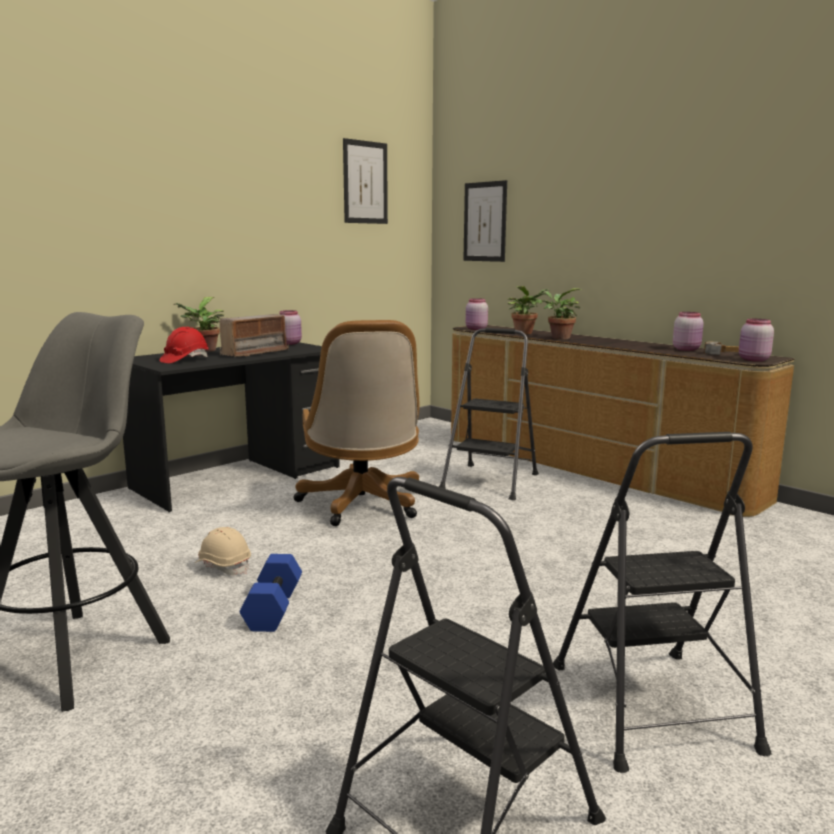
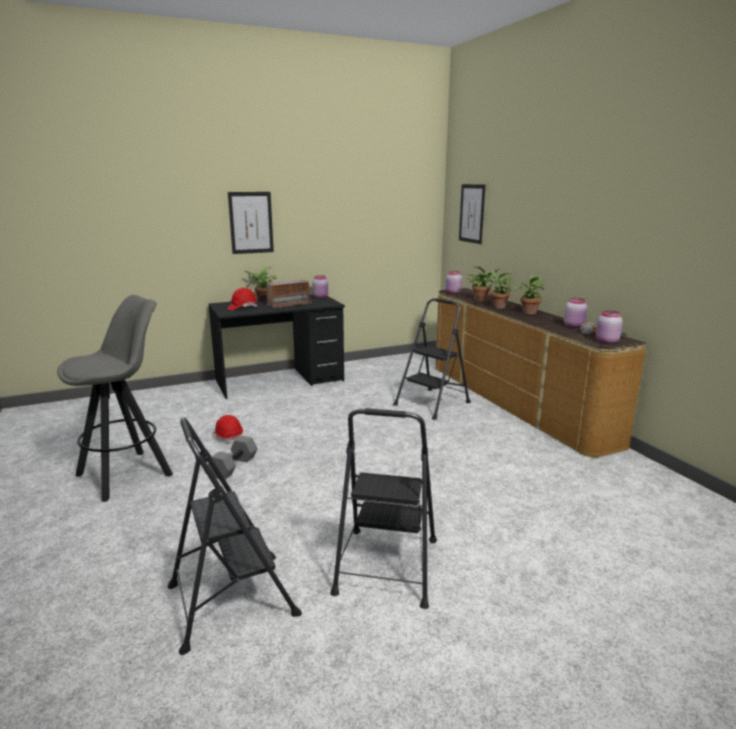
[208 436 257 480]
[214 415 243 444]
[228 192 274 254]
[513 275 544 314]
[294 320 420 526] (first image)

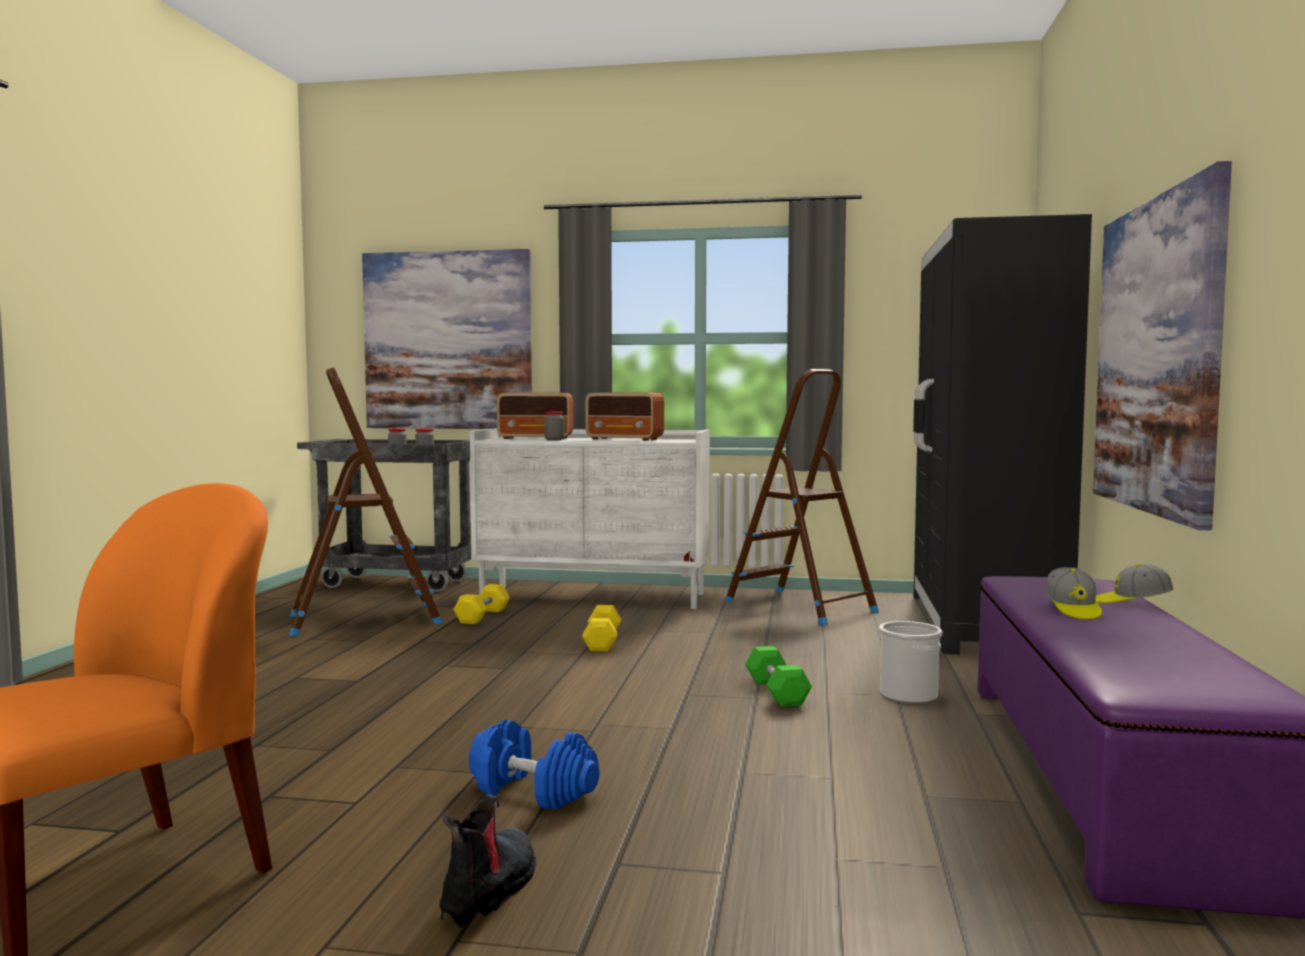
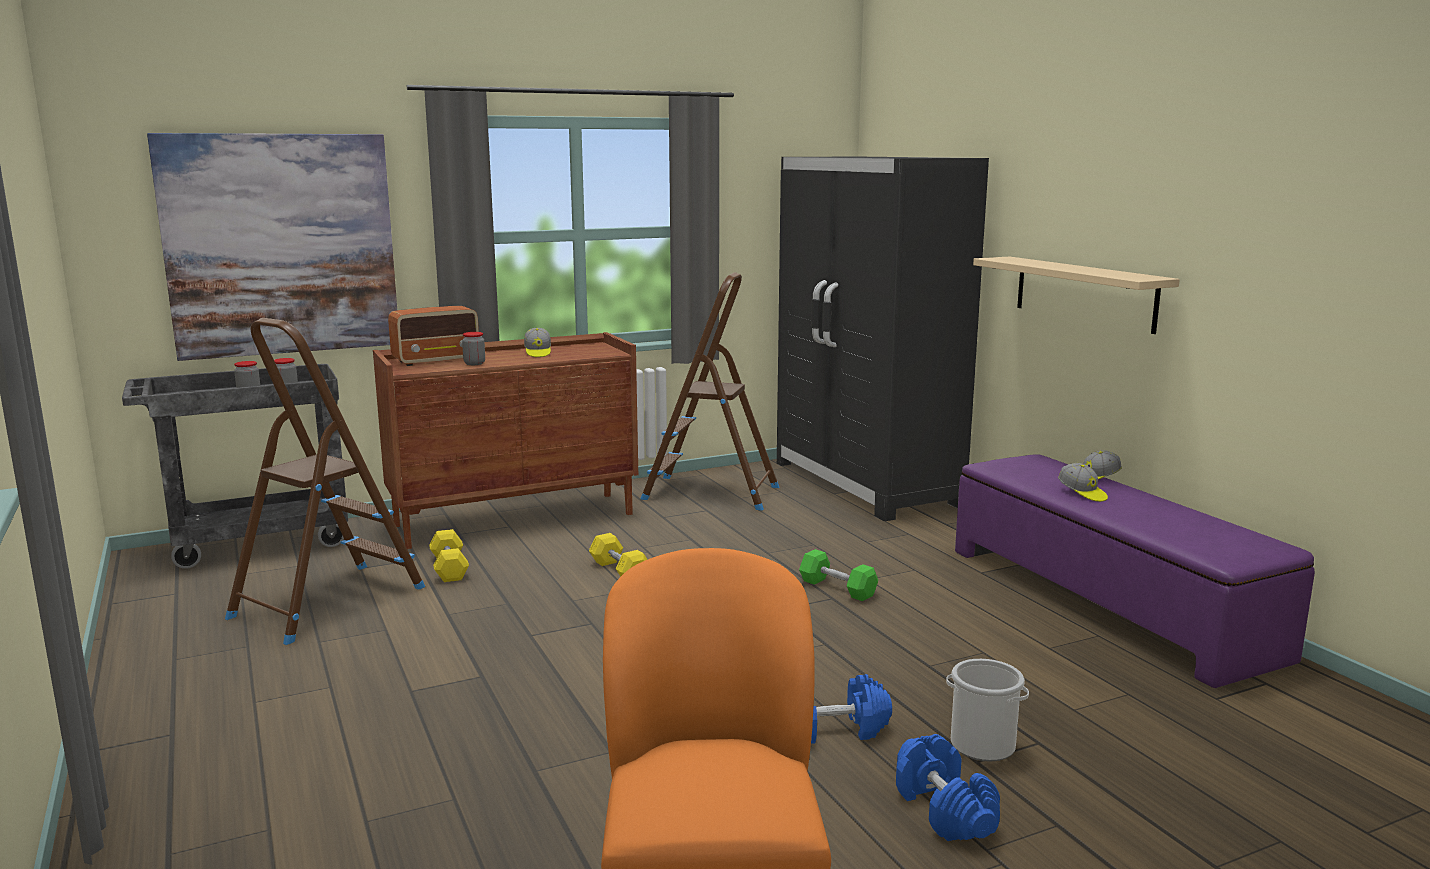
[373 332 638 549]
[524 328 551 357]
[896 734 1000 841]
[946 659 1029 761]
[973 257 1180 334]

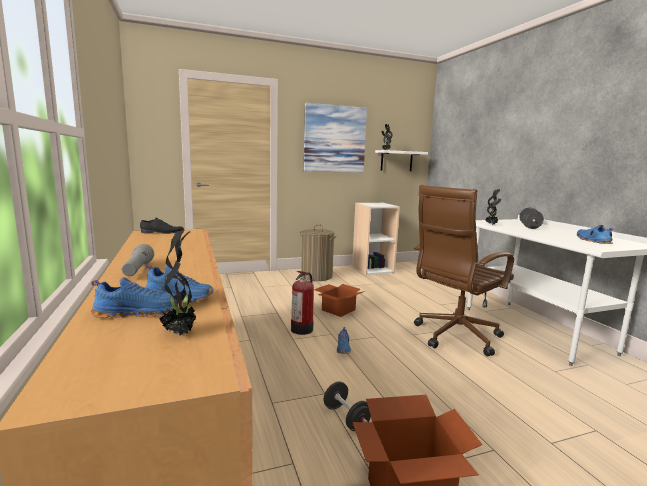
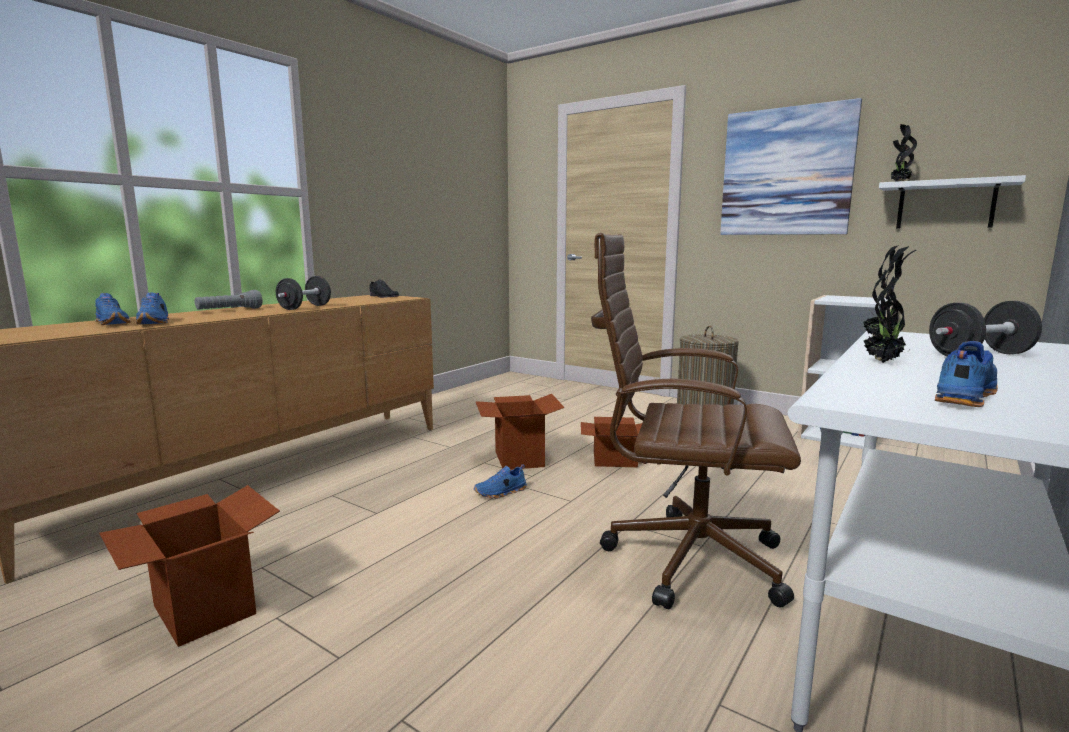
[276 276 331 310]
[475 394 564 470]
[864 246 916 363]

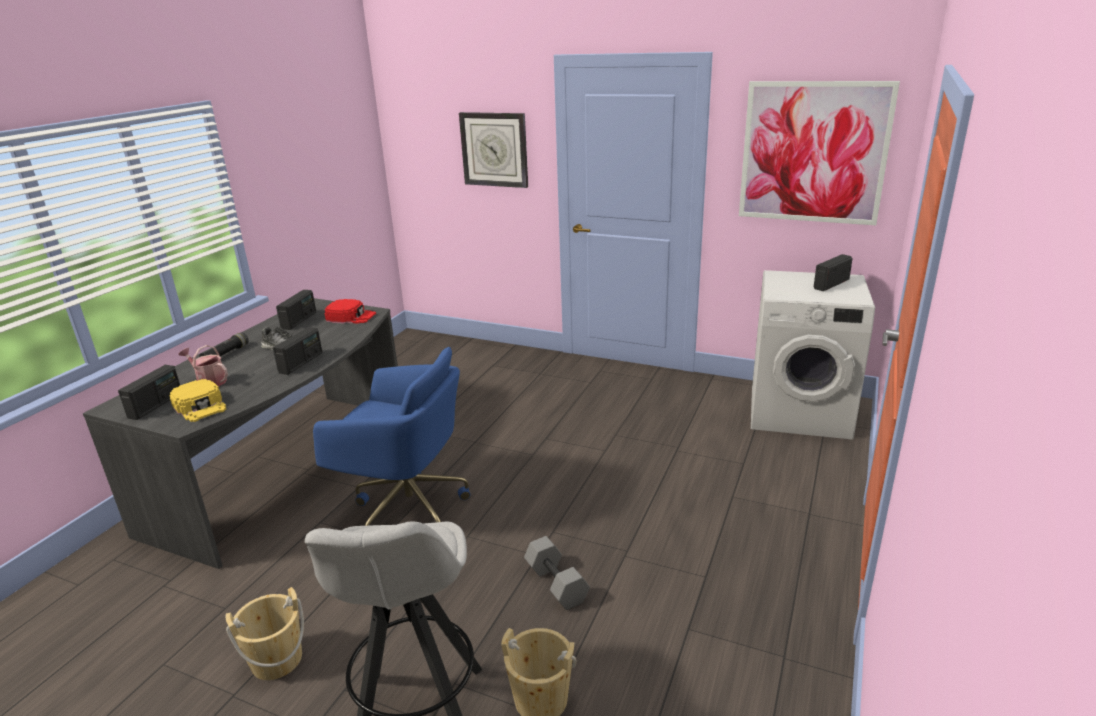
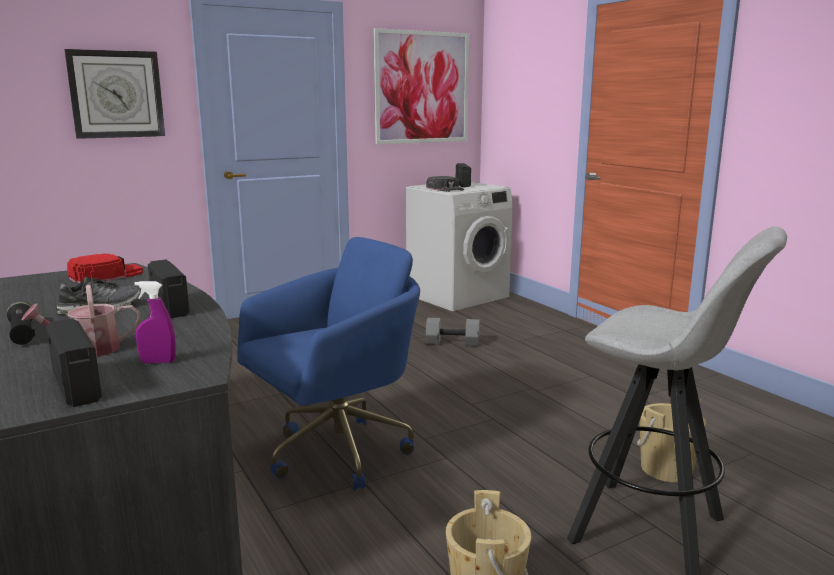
[134 281 176 363]
[426 176 464 192]
[426 318 480 346]
[276 290 316 330] (first image)

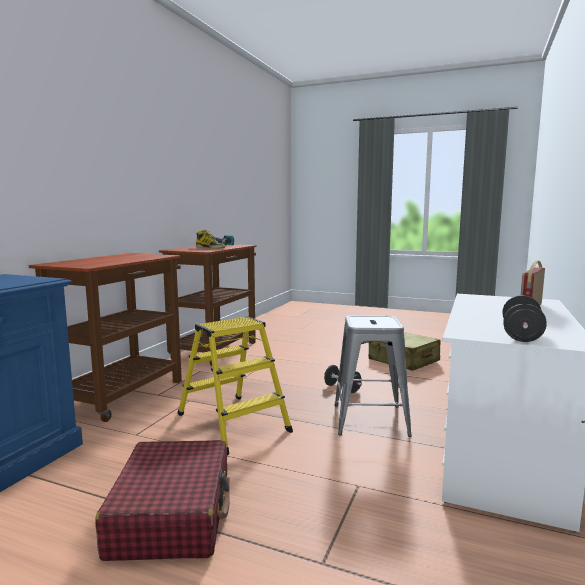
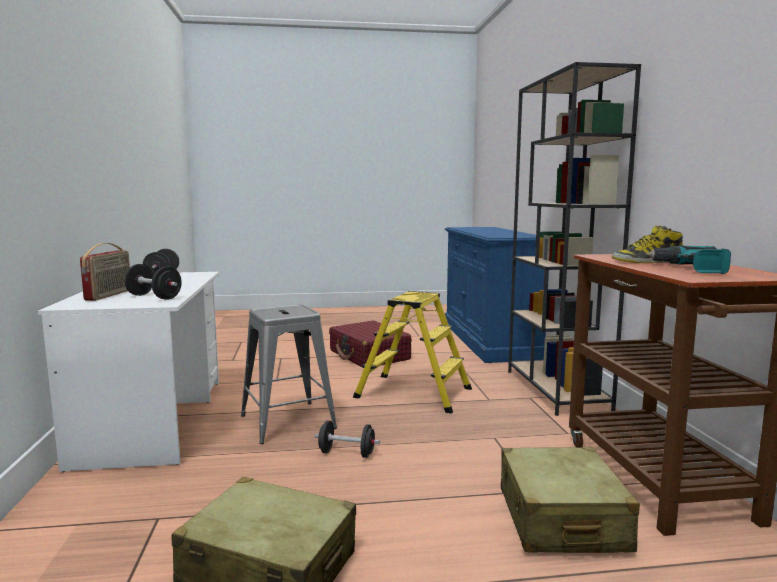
[124 264 182 300]
[501 447 640 553]
[508 62 641 416]

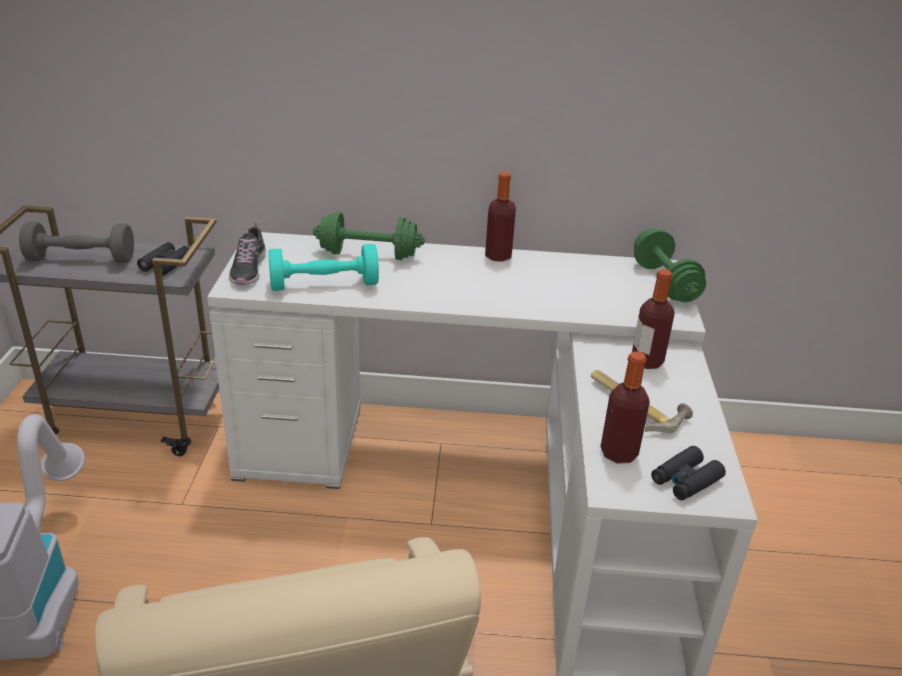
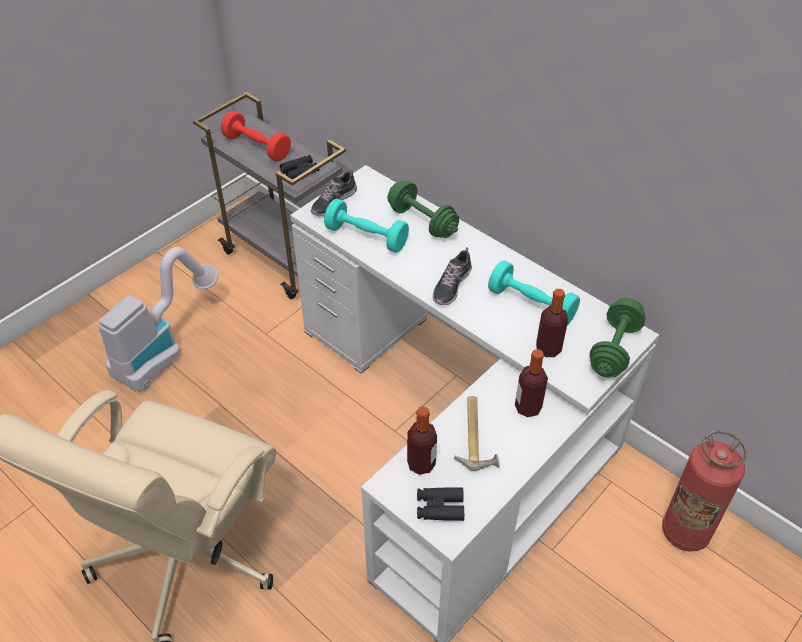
[221 111 291 161]
[433 247 472 305]
[488 261 580 325]
[536 289 568 357]
[662 430 747 552]

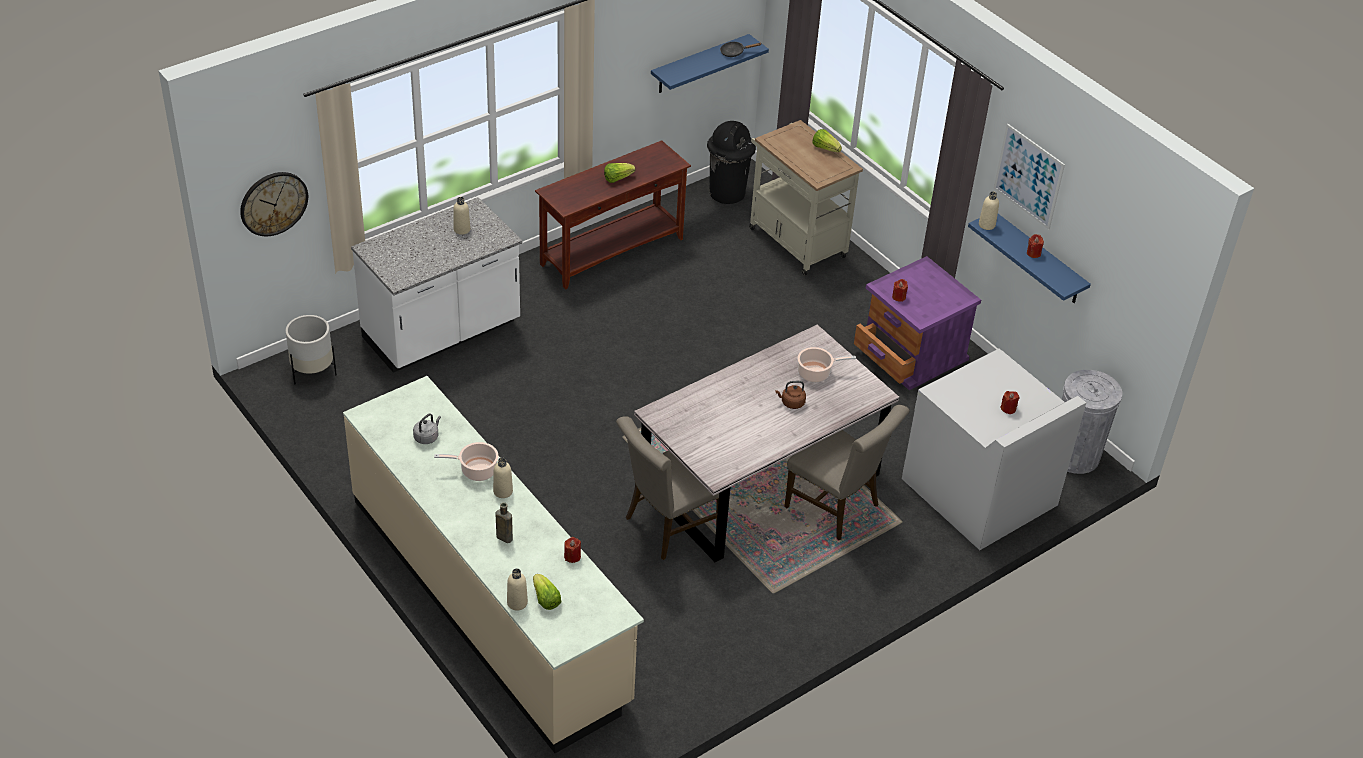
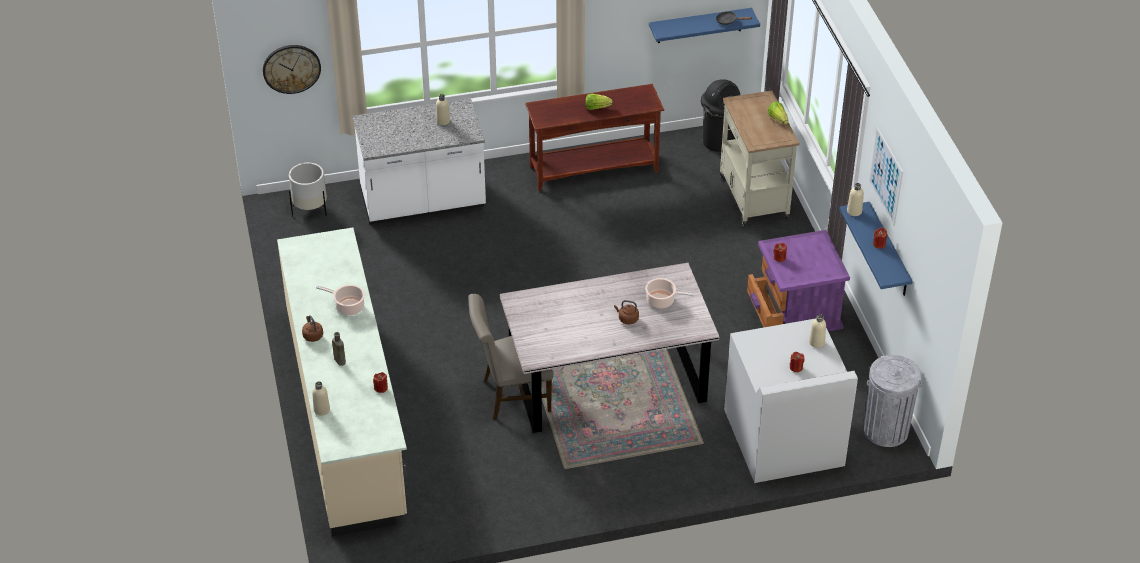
[302 315 323 342]
[809 314 826 348]
[413 414 441 444] (first image)
[533 574 561 610] (first image)
[784 405 909 540] (first image)

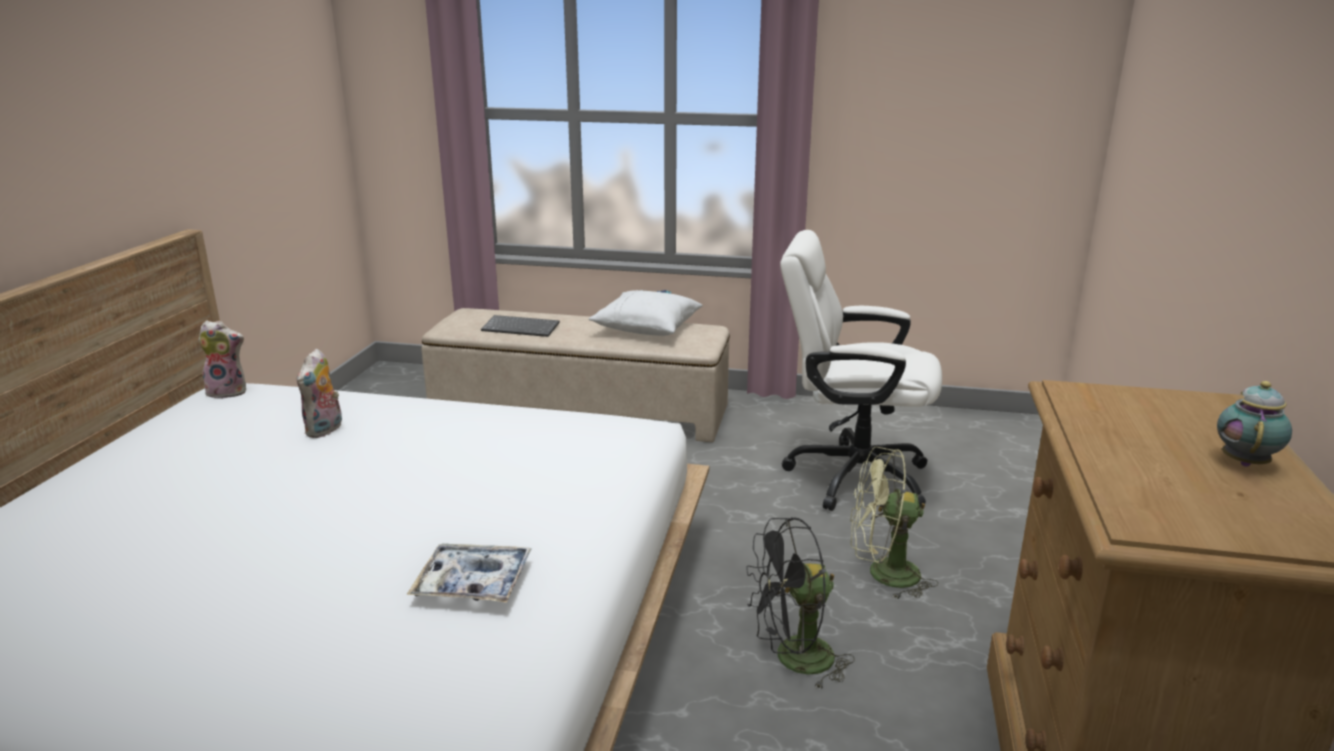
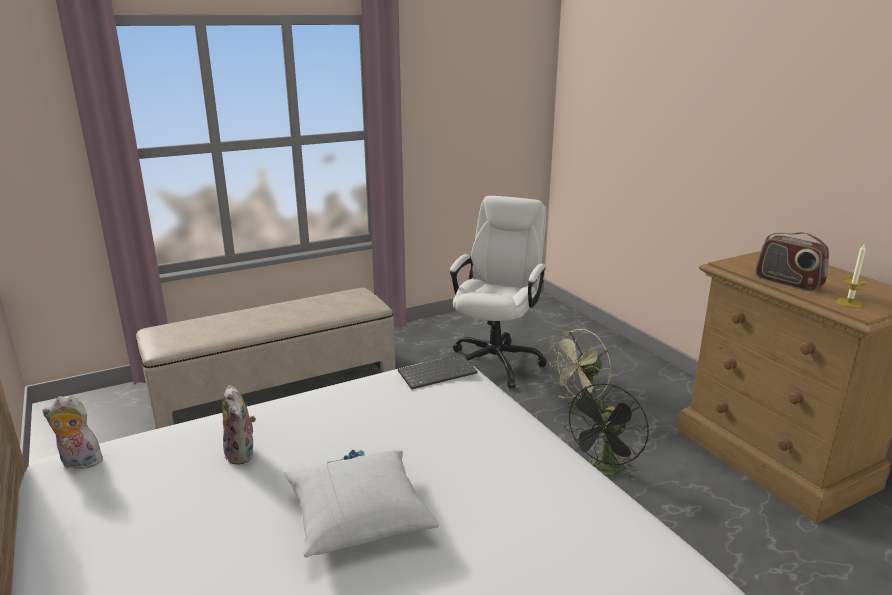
[42 396 108 469]
[284 450 439 557]
[398 354 478 390]
[450 196 547 389]
[756 232 829 291]
[836 243 866 308]
[406 543 532 603] (first image)
[1217 381 1292 467] (first image)

